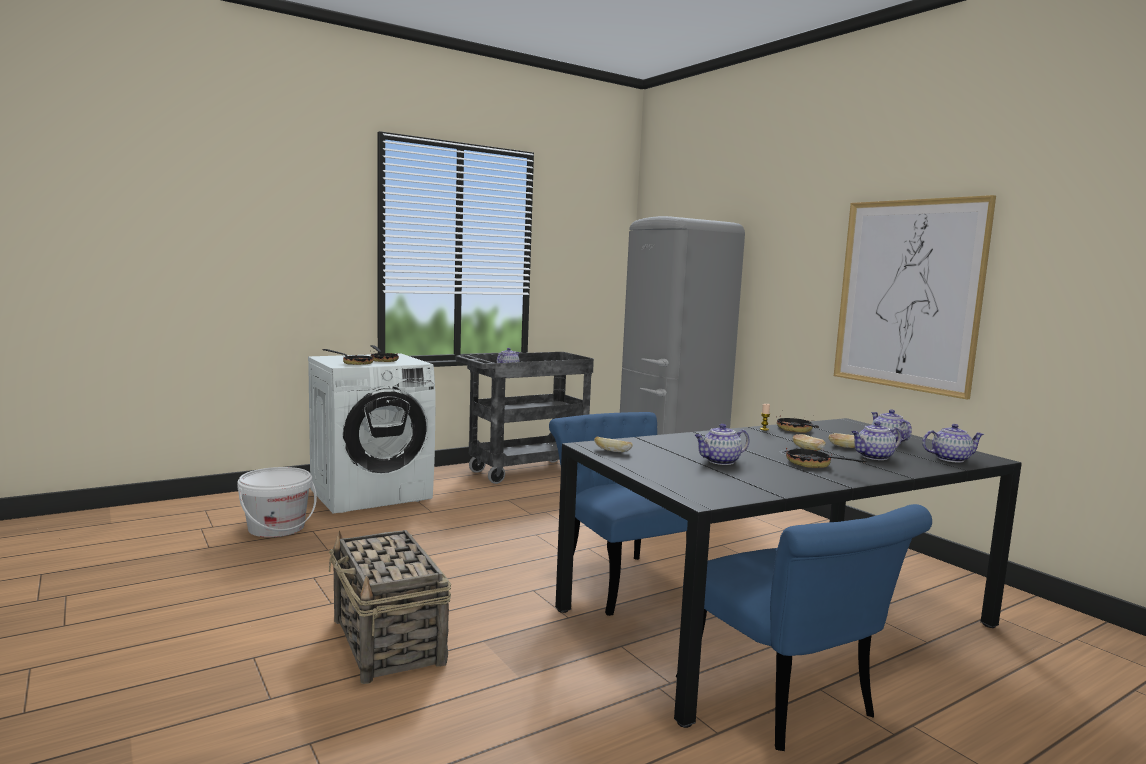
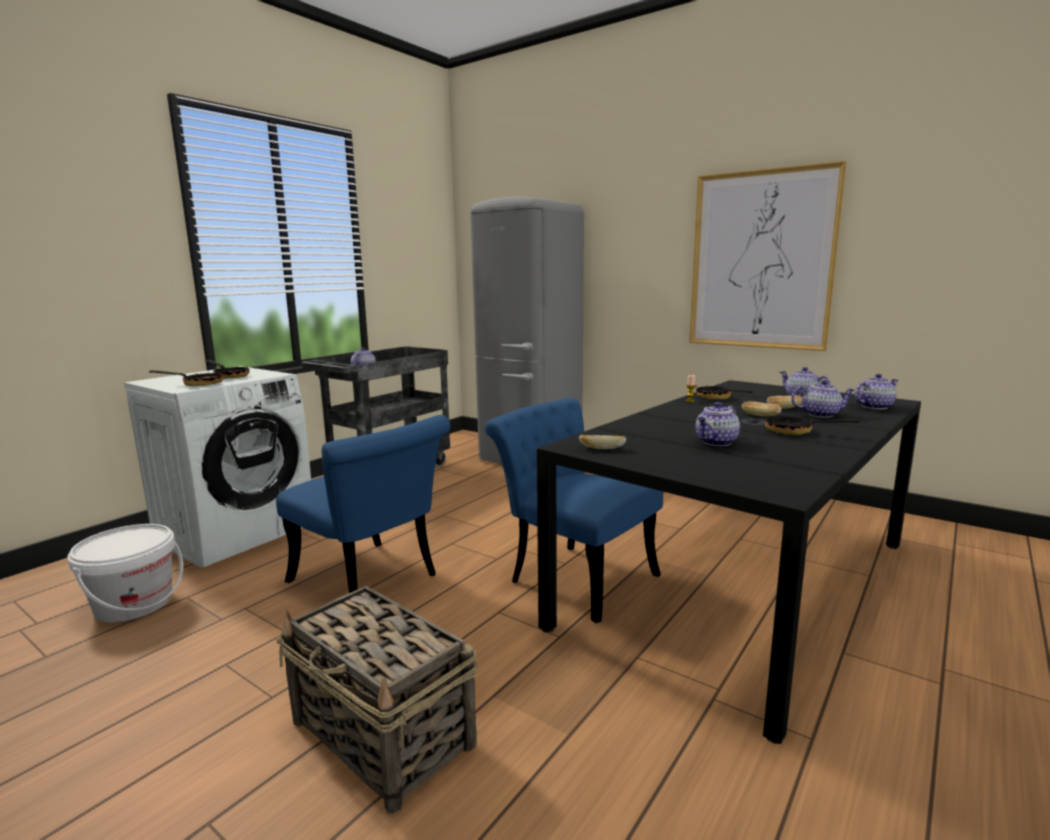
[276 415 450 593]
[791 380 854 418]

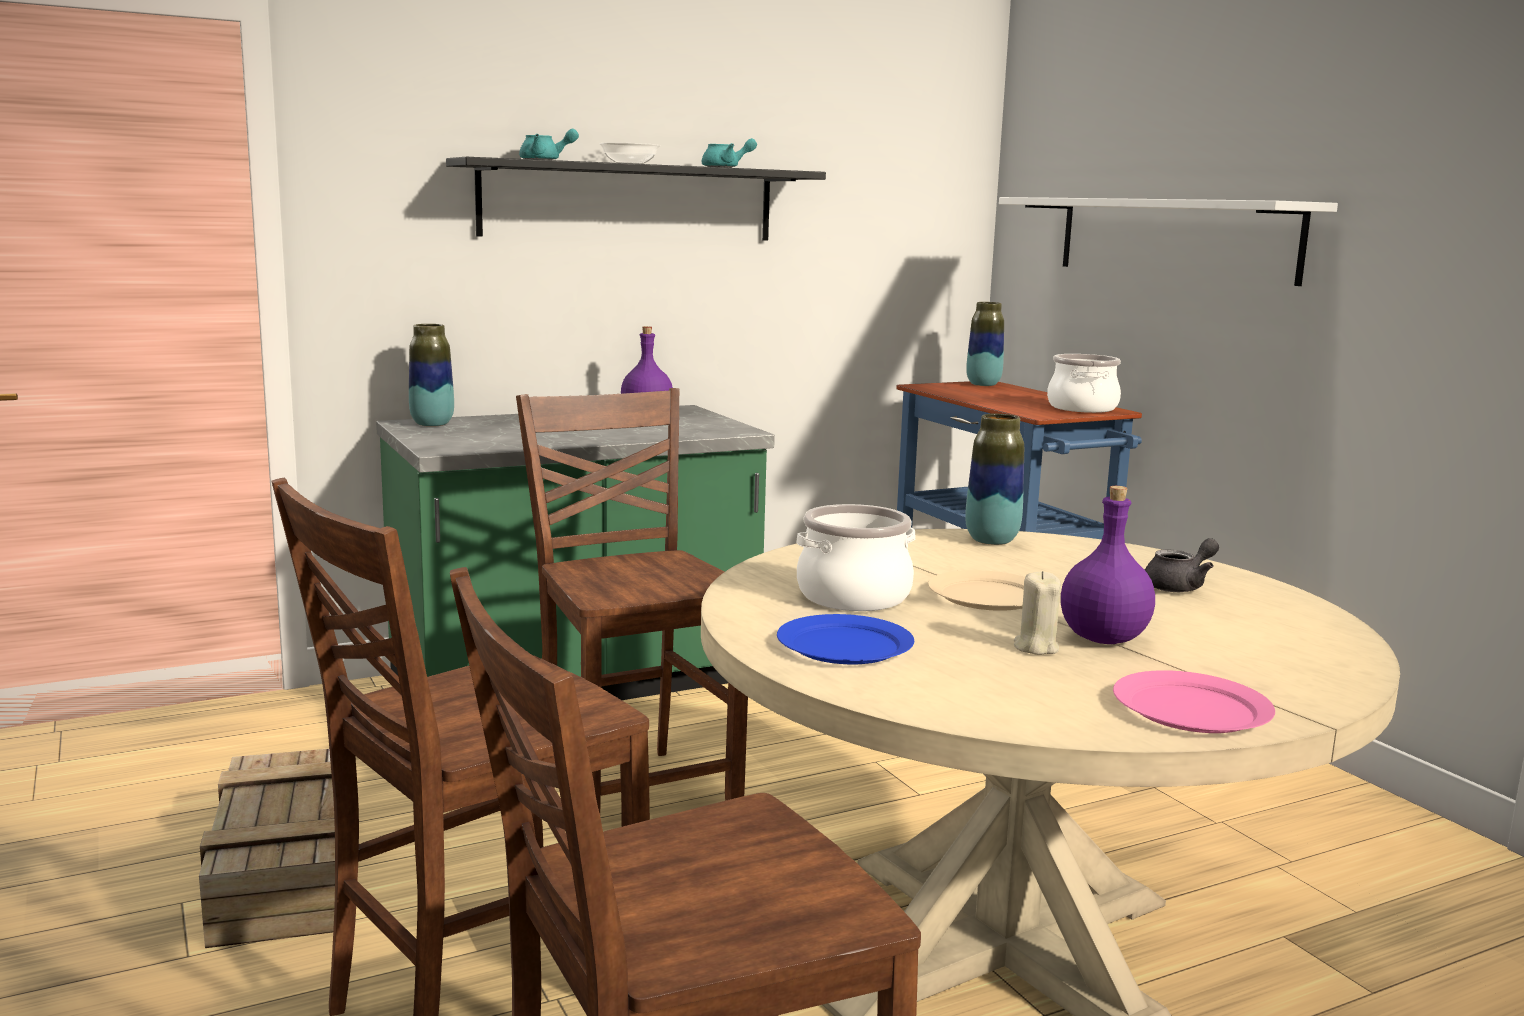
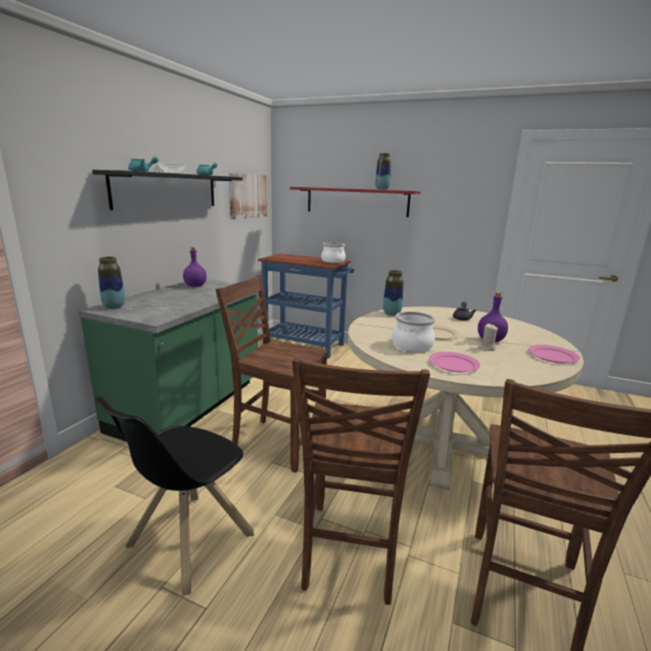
[96 397 254 596]
[229 173 268 220]
[290 187 421 217]
[375 153 391 190]
[429 352 480 372]

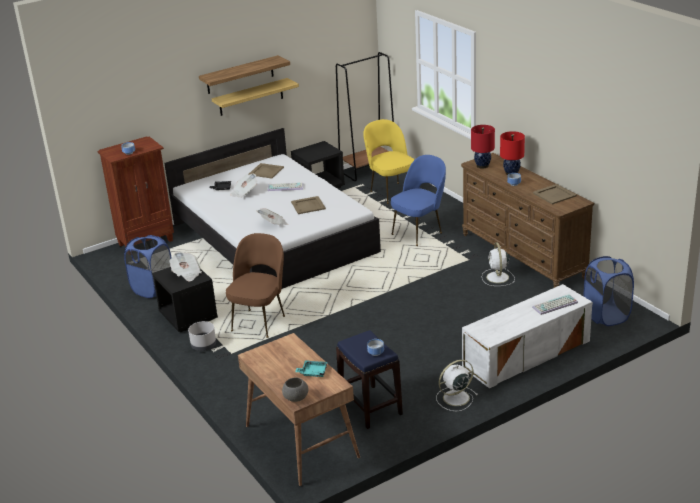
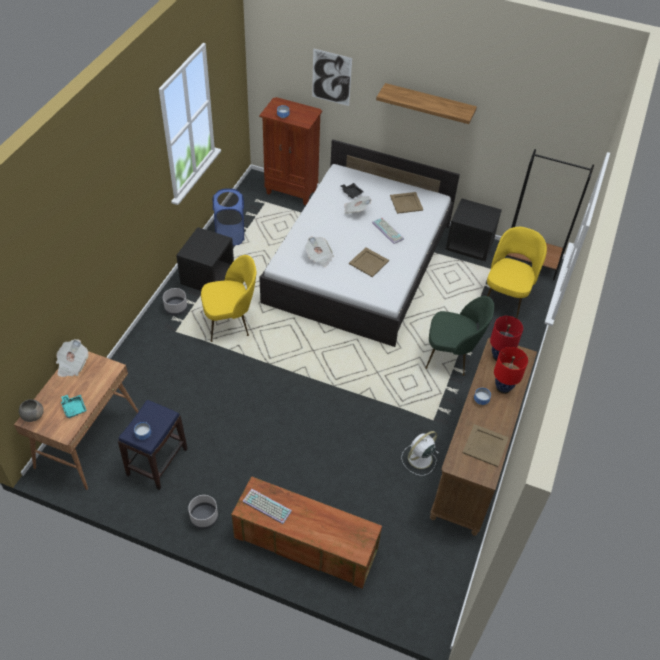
[56 339 88 377]
[188 495 218 529]
[201 255 257 342]
[231 476 382 589]
[243 489 292 524]
[312 48 352 106]
[425 296 494 376]
[212 78 299 116] (first image)
[583 256 634 326] (first image)

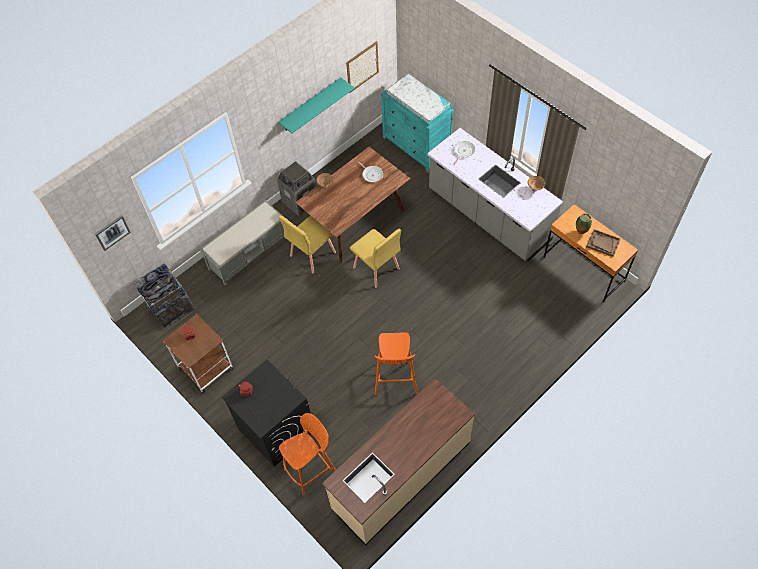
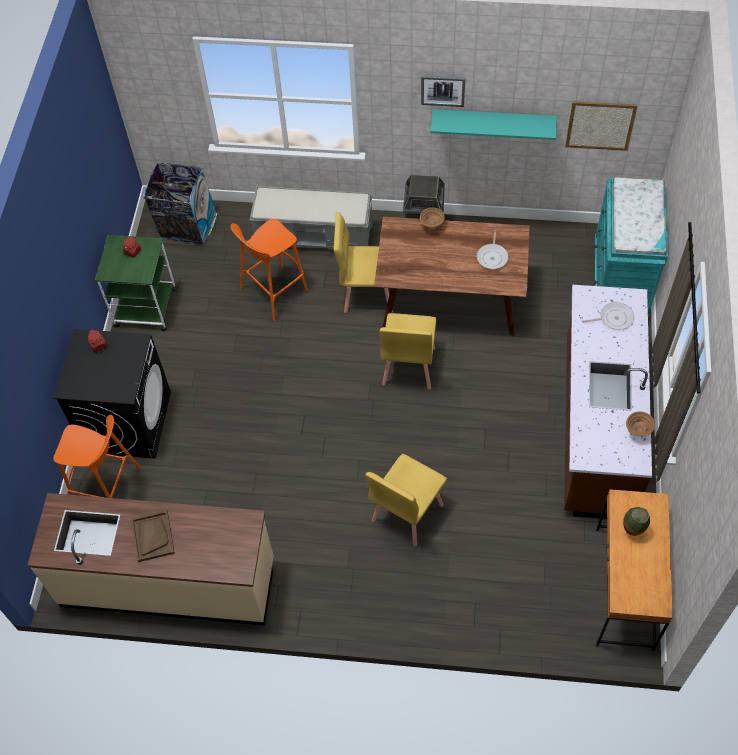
[95 235 177 331]
[131 511 175 562]
[230 219 308 321]
[365 454 447 546]
[421 75 465 107]
[564 285 652 519]

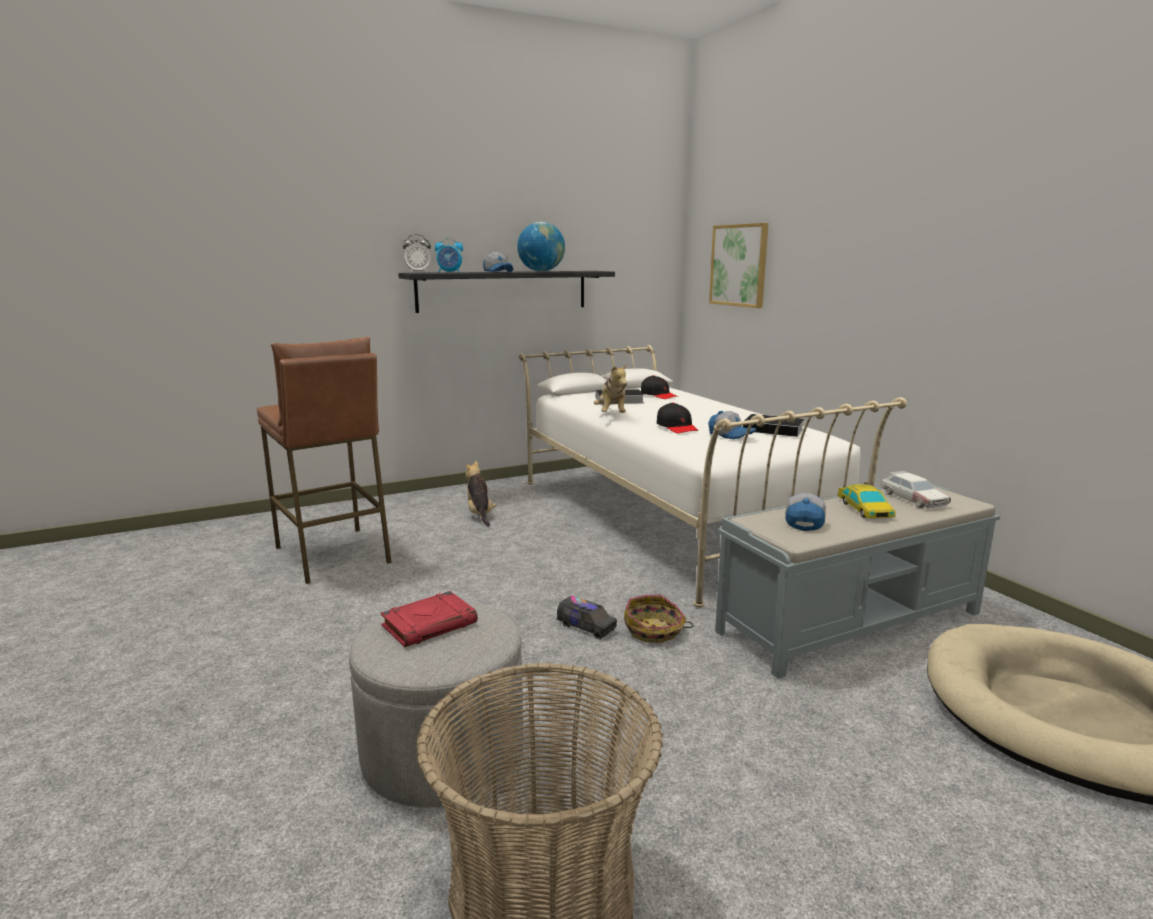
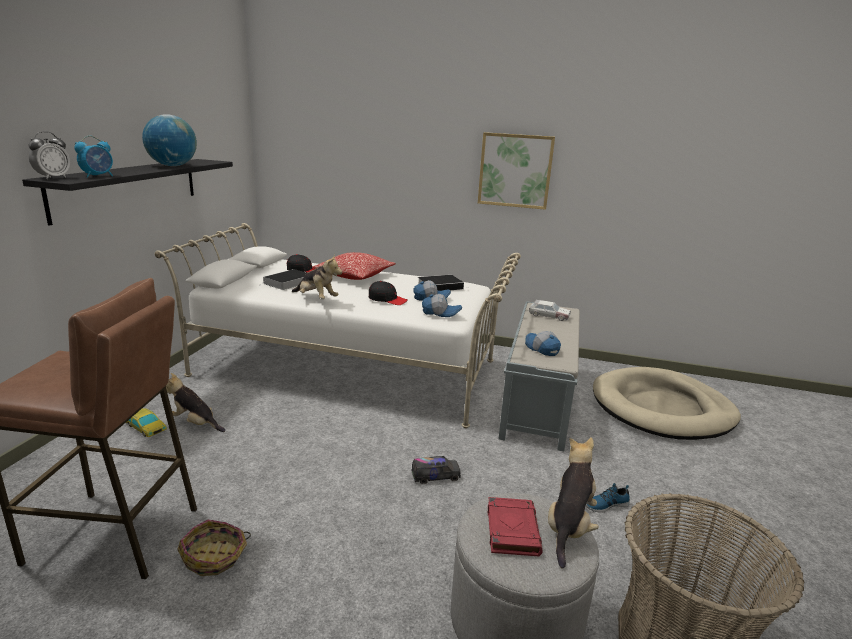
[126 408 167 437]
[177 519 251 576]
[312 252 395 280]
[422 294 462 317]
[478 132 555 210]
[548 437 599 568]
[586 483 630 513]

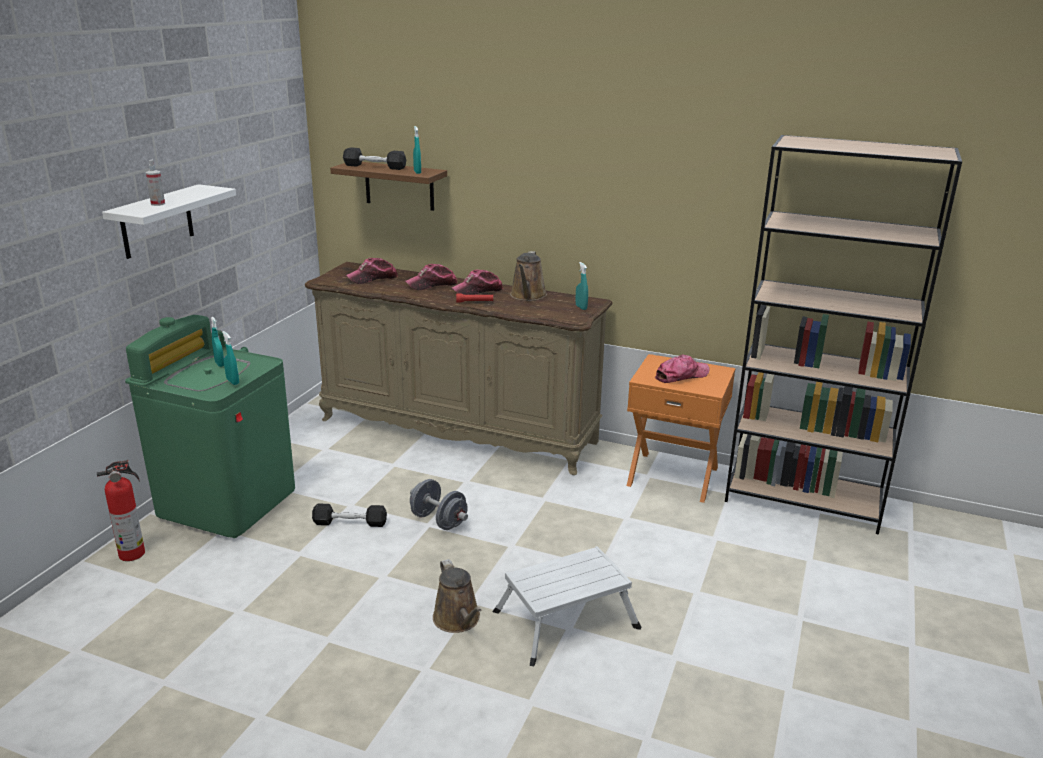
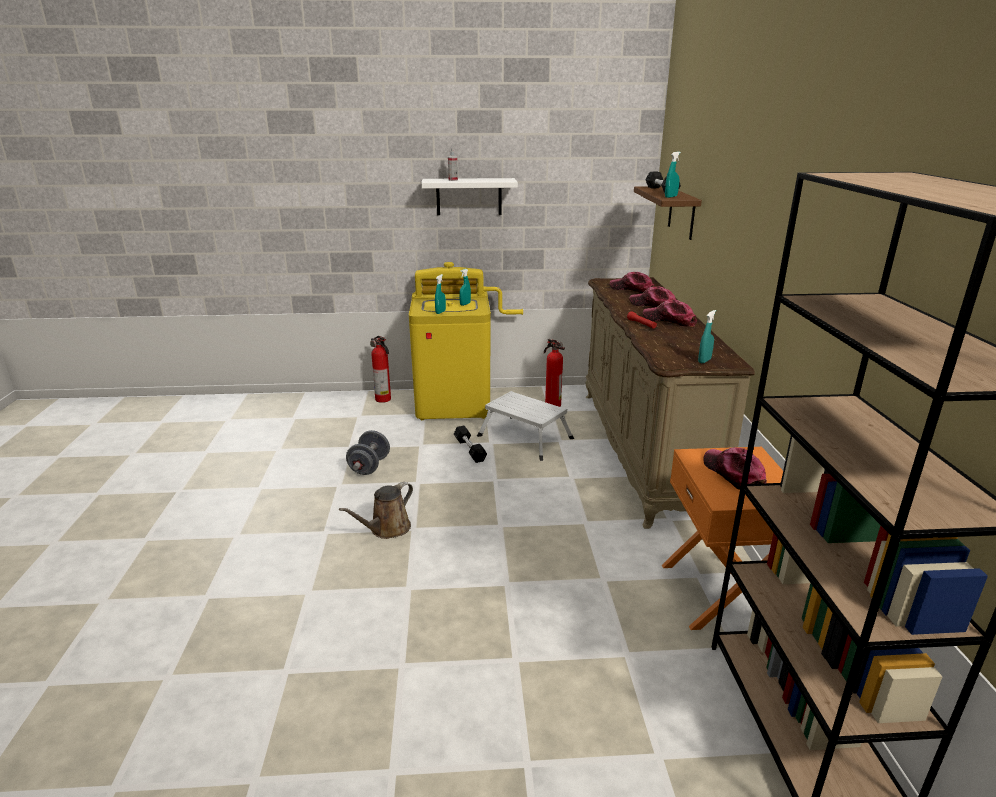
[346 430 390 475]
[409 262 523 420]
[477 391 574 461]
[544 339 565 407]
[703 447 767 490]
[510 251 547 301] (first image)

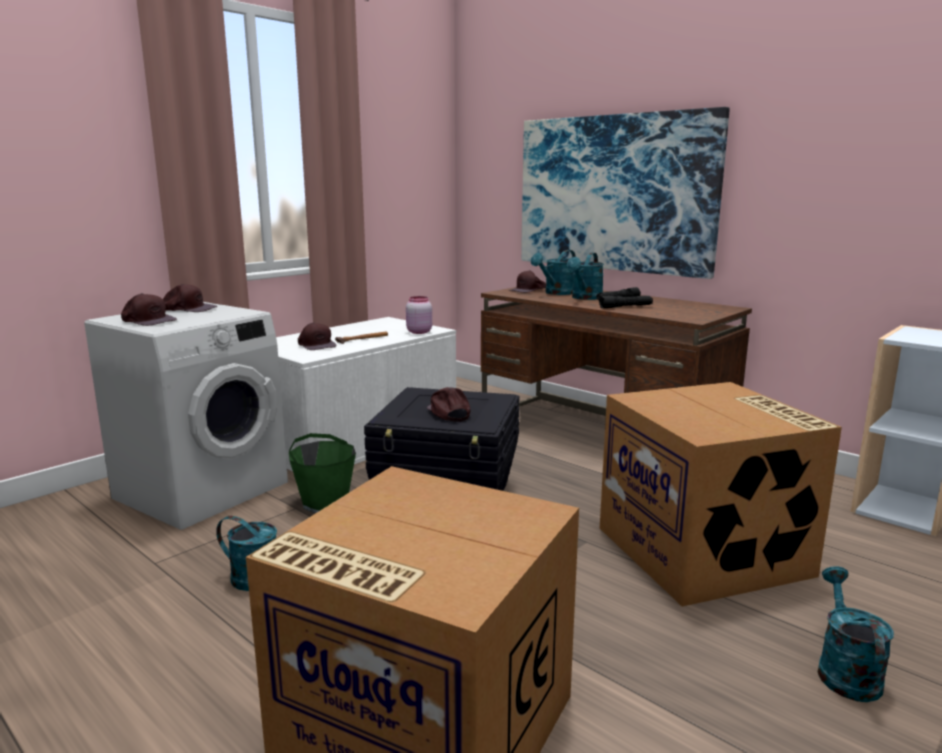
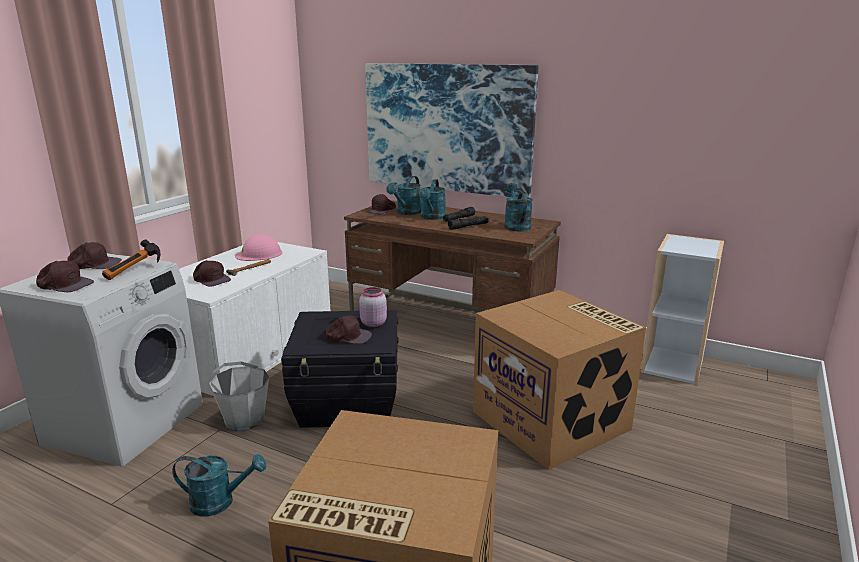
[102 239 160 280]
[209 361 269 431]
[235 234 283 261]
[323 315 372 344]
[359 287 387 327]
[504 183 533 231]

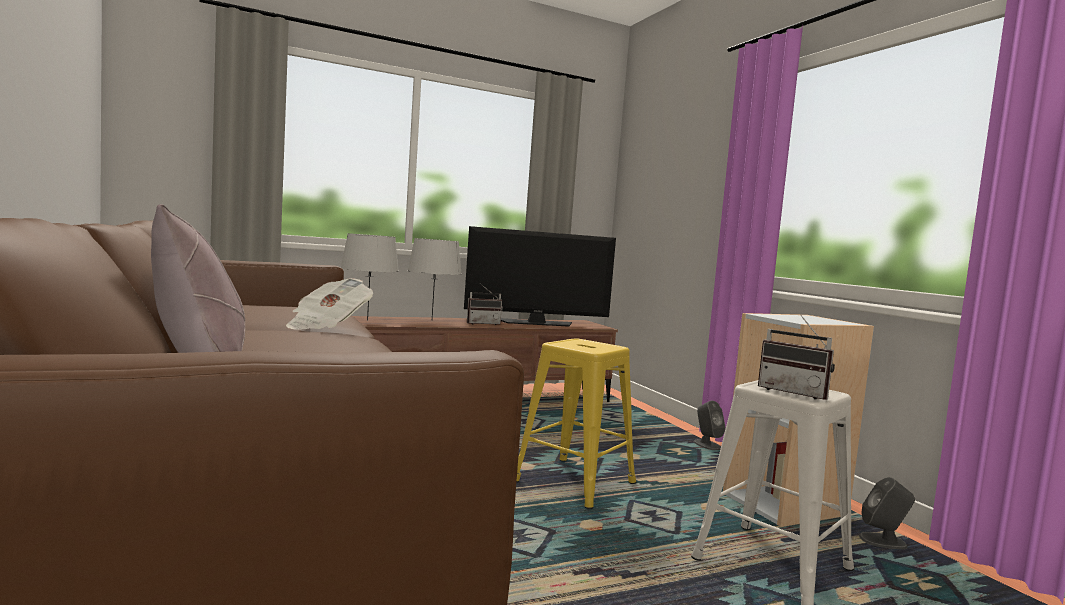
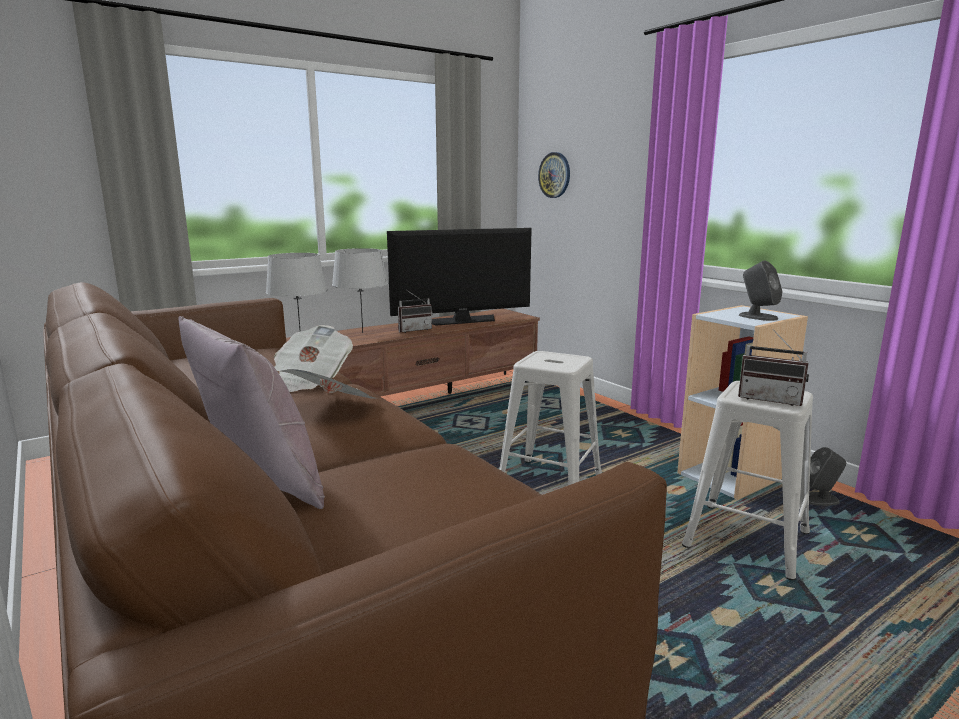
[281 369 376 399]
[499 351 602 485]
[538 152 570 198]
[739 261 783 321]

